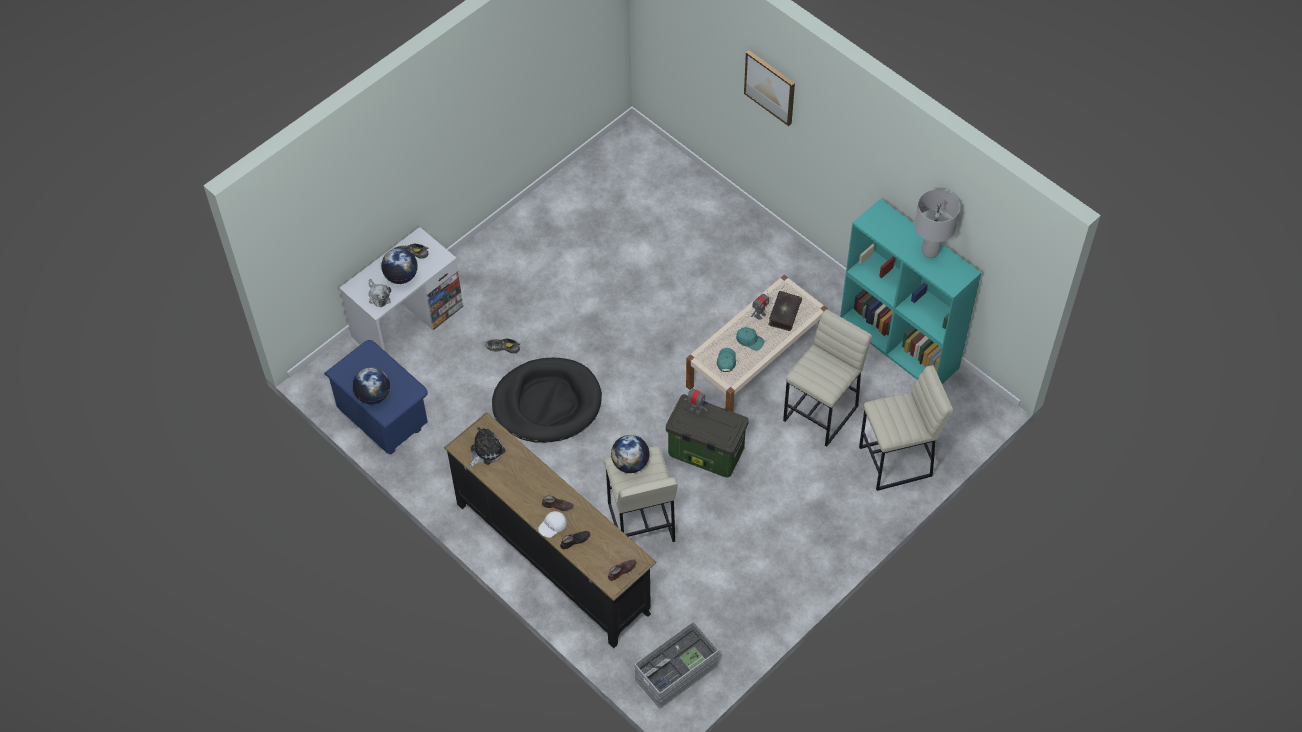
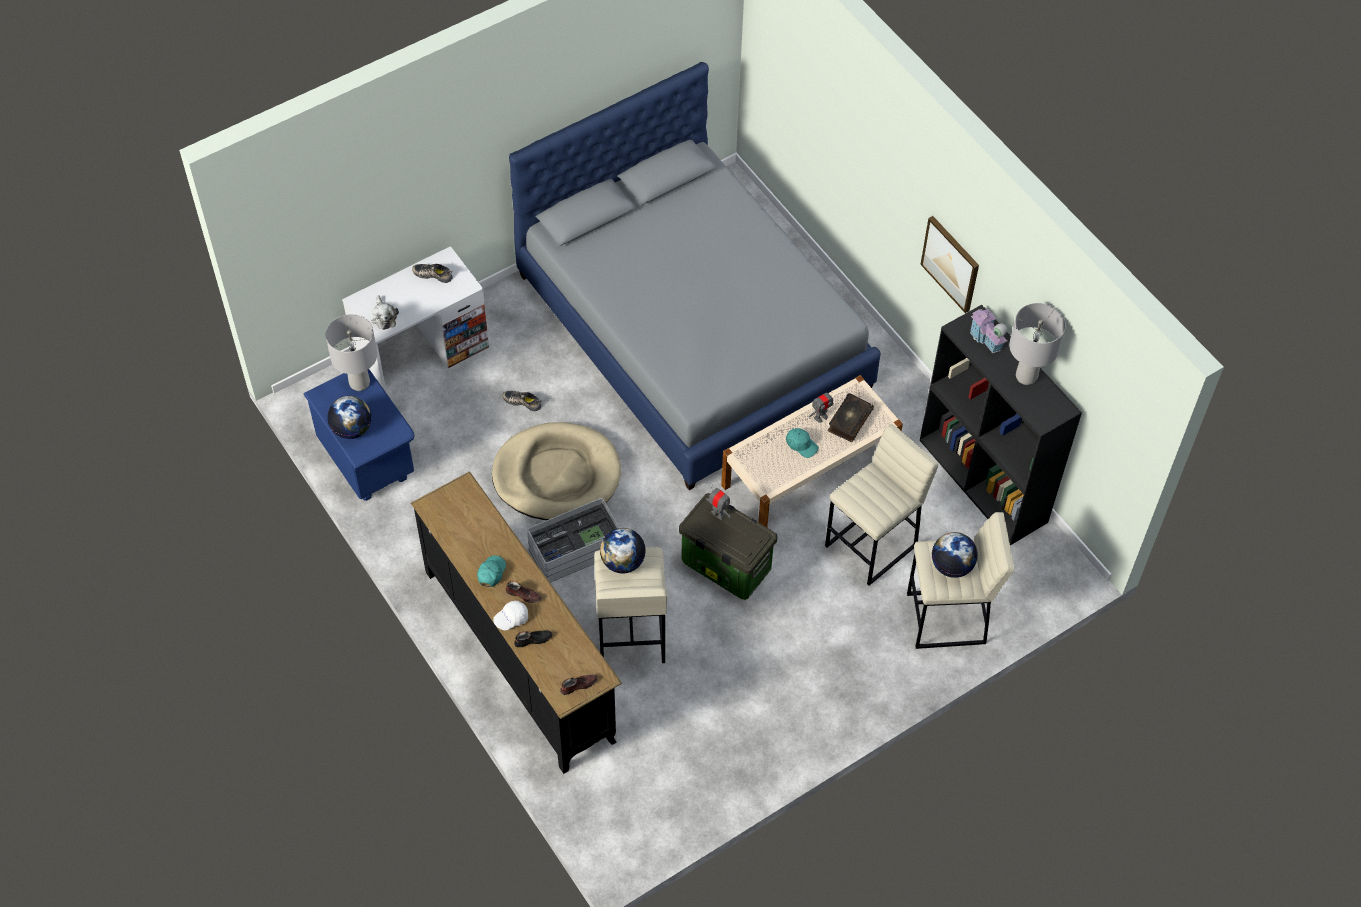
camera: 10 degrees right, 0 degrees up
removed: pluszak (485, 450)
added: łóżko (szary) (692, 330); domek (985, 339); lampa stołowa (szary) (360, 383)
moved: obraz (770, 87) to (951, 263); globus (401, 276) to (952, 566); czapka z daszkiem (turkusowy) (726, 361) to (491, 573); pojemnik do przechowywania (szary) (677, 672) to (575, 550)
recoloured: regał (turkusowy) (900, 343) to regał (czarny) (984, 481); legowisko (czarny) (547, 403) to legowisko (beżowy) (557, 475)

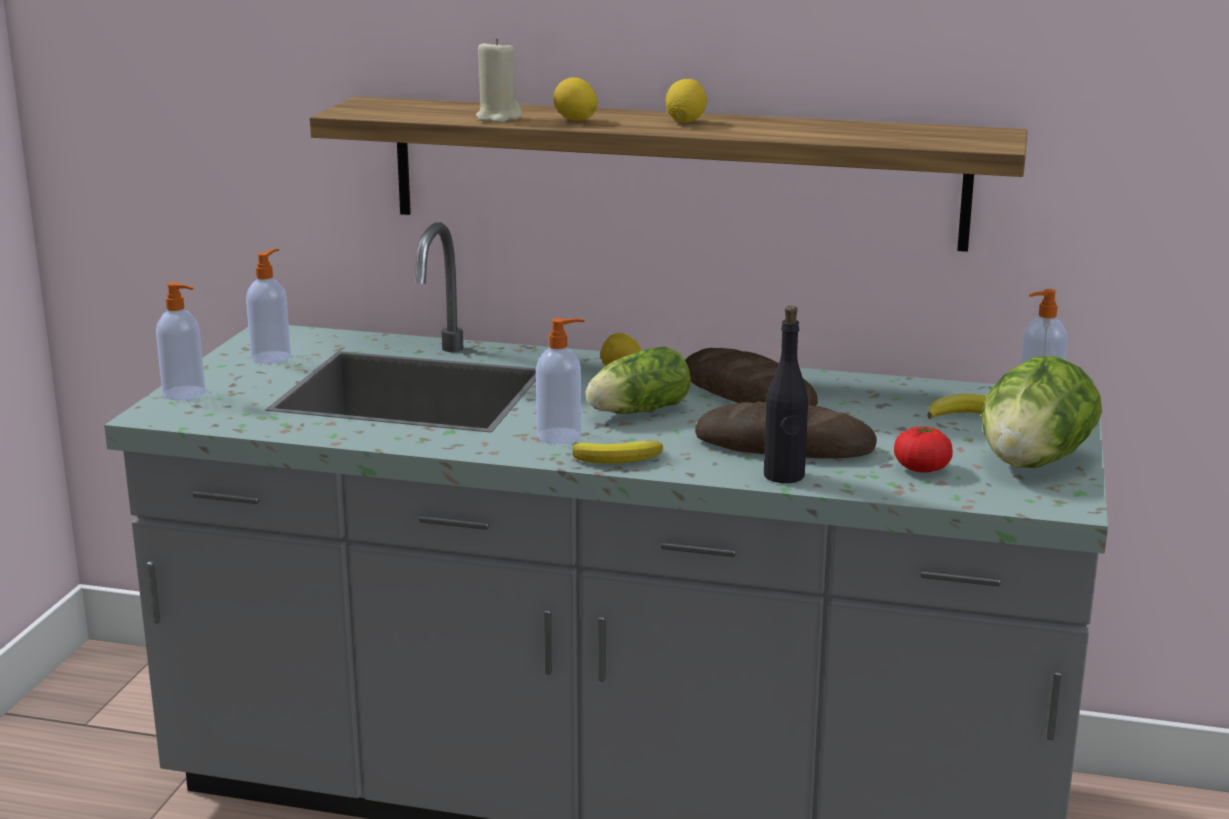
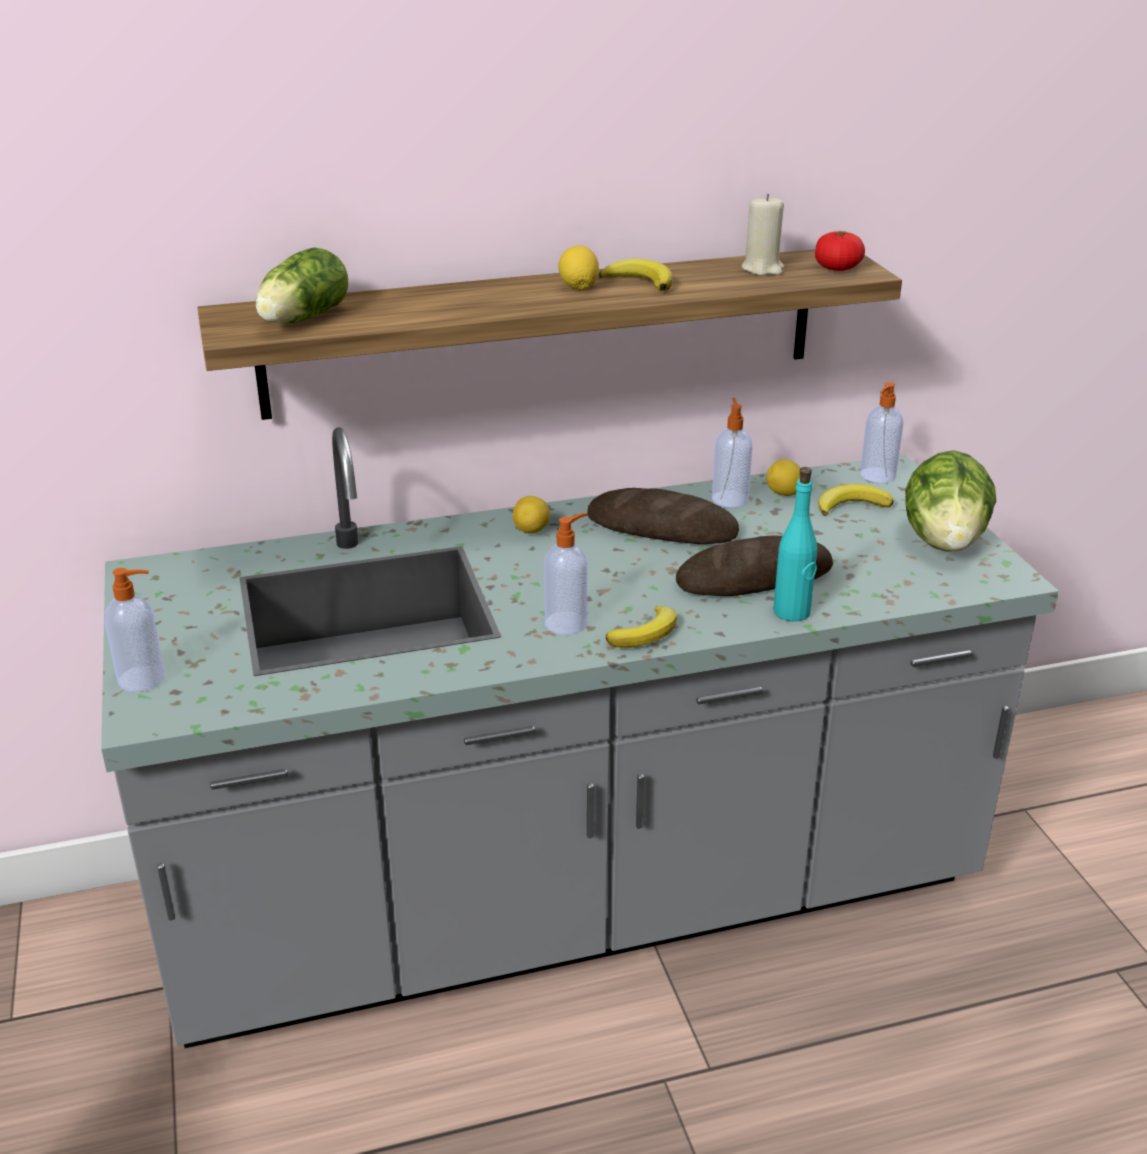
camera: 30 degrees left, 10 degrees up
added: banan (640, 281)
moved: świeca (beżowy) (498, 118) to (762, 269); cytryna (575, 120) to (784, 494); dozownik mydła (272, 357) to (729, 498); sałata (635, 411) to (300, 319); pomidor (921, 469) to (837, 268)
recoloured: butelka (czarny) (784, 476) to butelka (turkusowy) (792, 612)

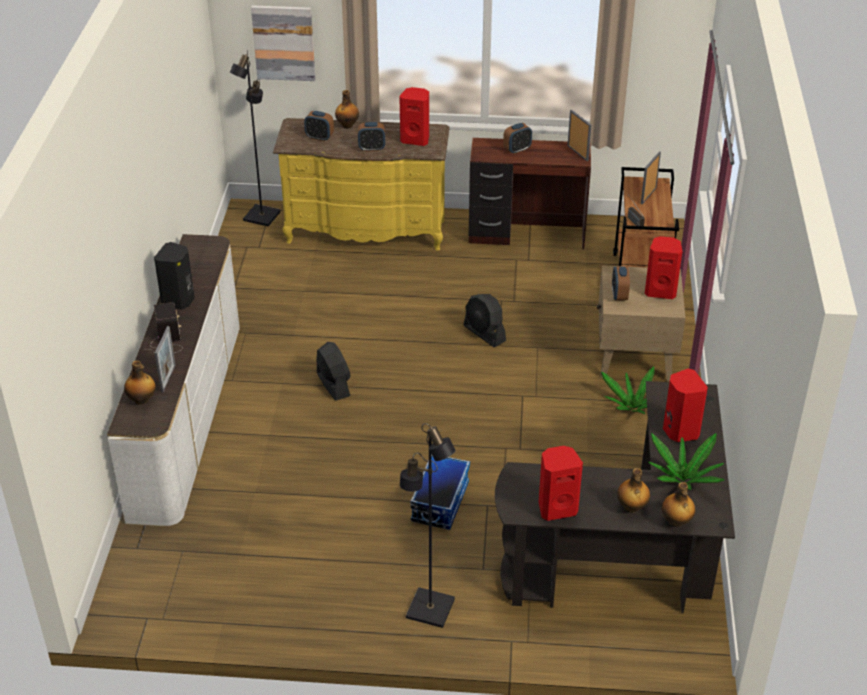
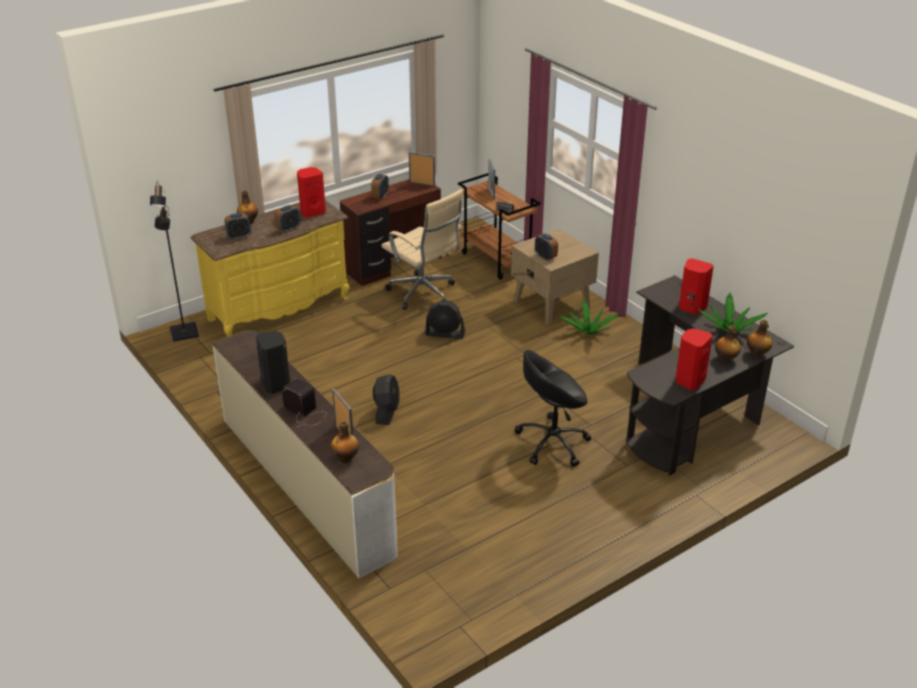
camera: 40 degrees left, 5 degrees down
removed: obraz (284, 42); głośnik (czerwony) (660, 291); lampa stojąca (czarny) (430, 608)
added: krzesło biurowe (beżowy) (424, 294)
replaced: pojemnik do przechowywania (439, 502) to krzesło biurowe (czarny) (550, 443)
turned: wentylator (czarny) (333, 384) = (386, 411) 75 degrees clockwise

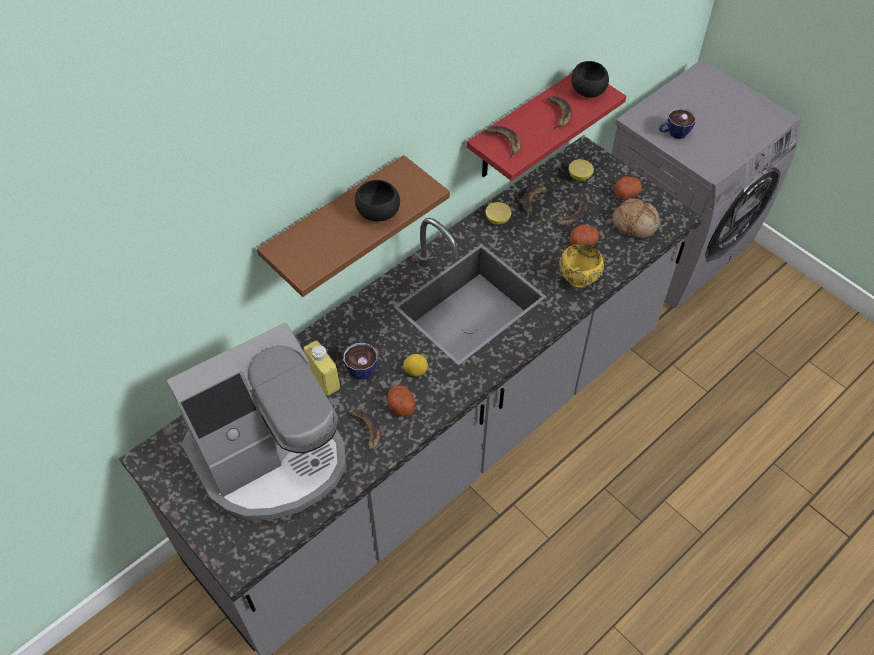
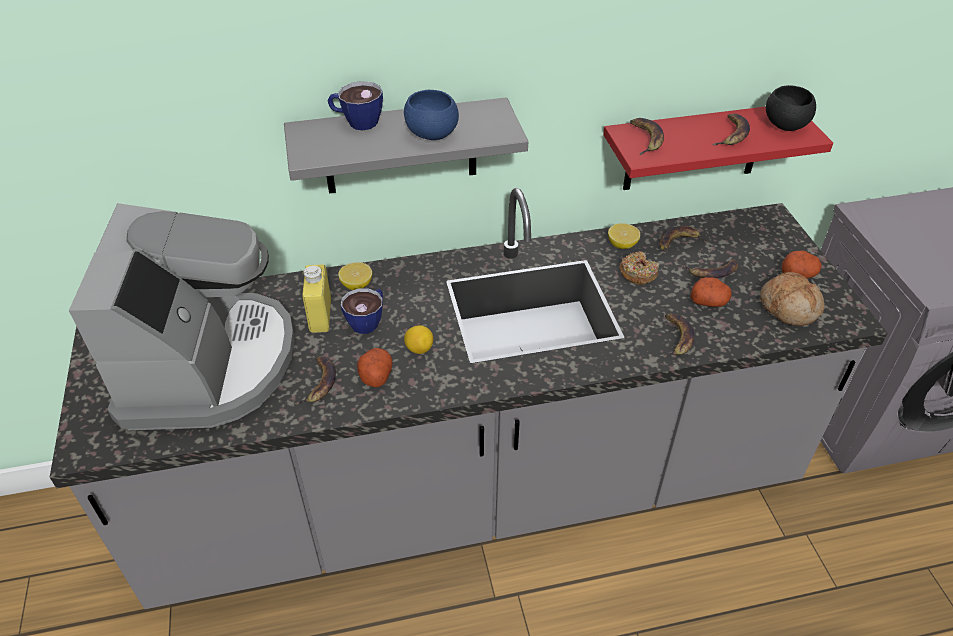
camera: 30 degrees right, 10 degrees down
added: donut (638, 273)
moved: filiżanka (673, 133) to (356, 122); cytryna (579, 176) to (357, 285)
replaced: miska (żółty) (578, 281) to banan (675, 337)
recoloured: półka (brązowy) (336, 224) to półka (szary) (400, 147); miska (czarny) (378, 213) to miska (niebieski) (432, 134)
turned: ekspres do kawy (272, 457) = (208, 364) 90 degrees counterclockwise

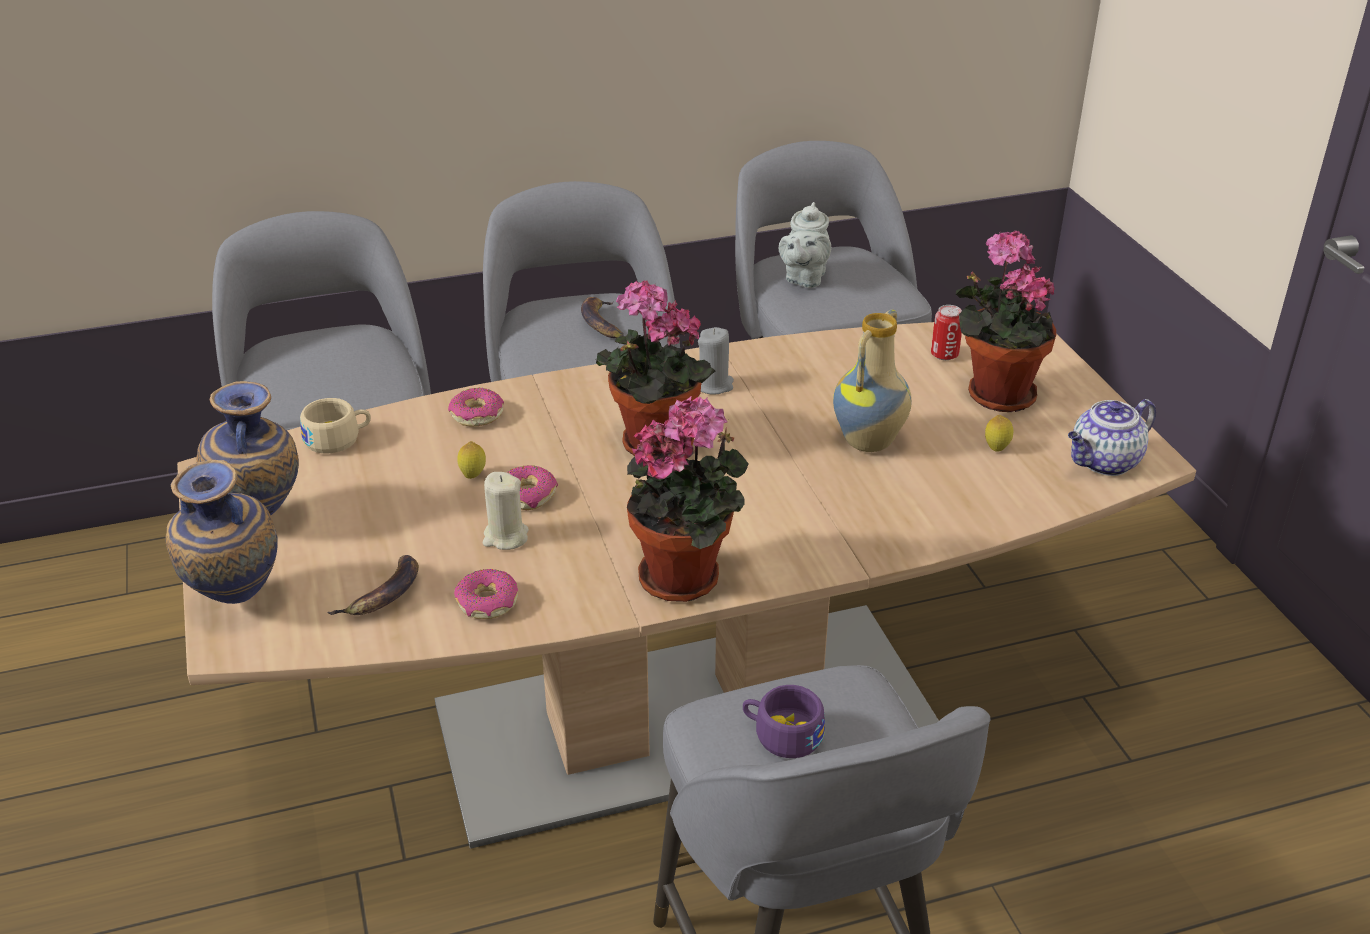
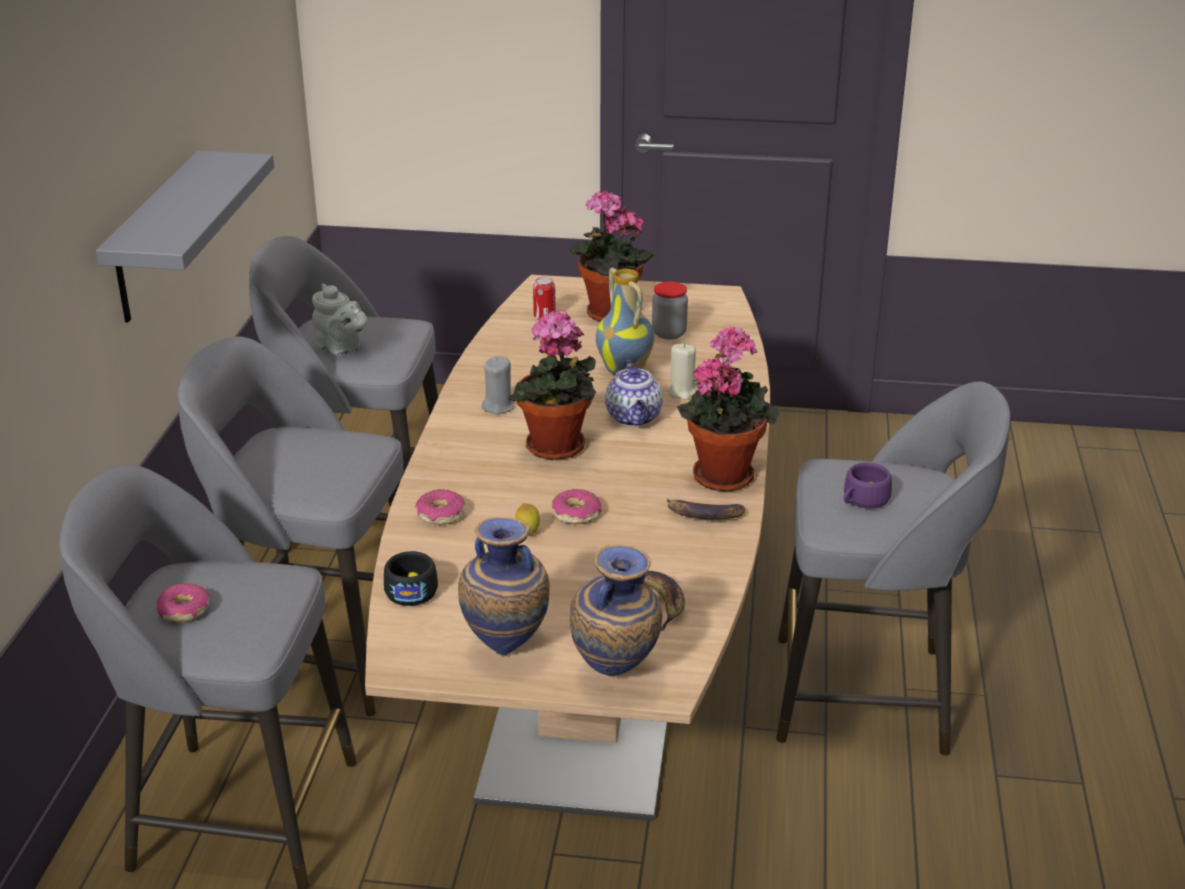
camera: 65 degrees left, 5 degrees down
added: półka (szary) (156, 238)
moved: banan (602, 323) to (703, 515); imbryk (1104, 463) to (634, 418); świeca (beżowy) (505, 537) to (682, 392); donut (487, 603) to (184, 610)
replaced: cytryna (996, 448) to słoik (669, 333)
recoloured: filiżanka (beżowy) (338, 439) to filiżanka (czarny) (412, 589)

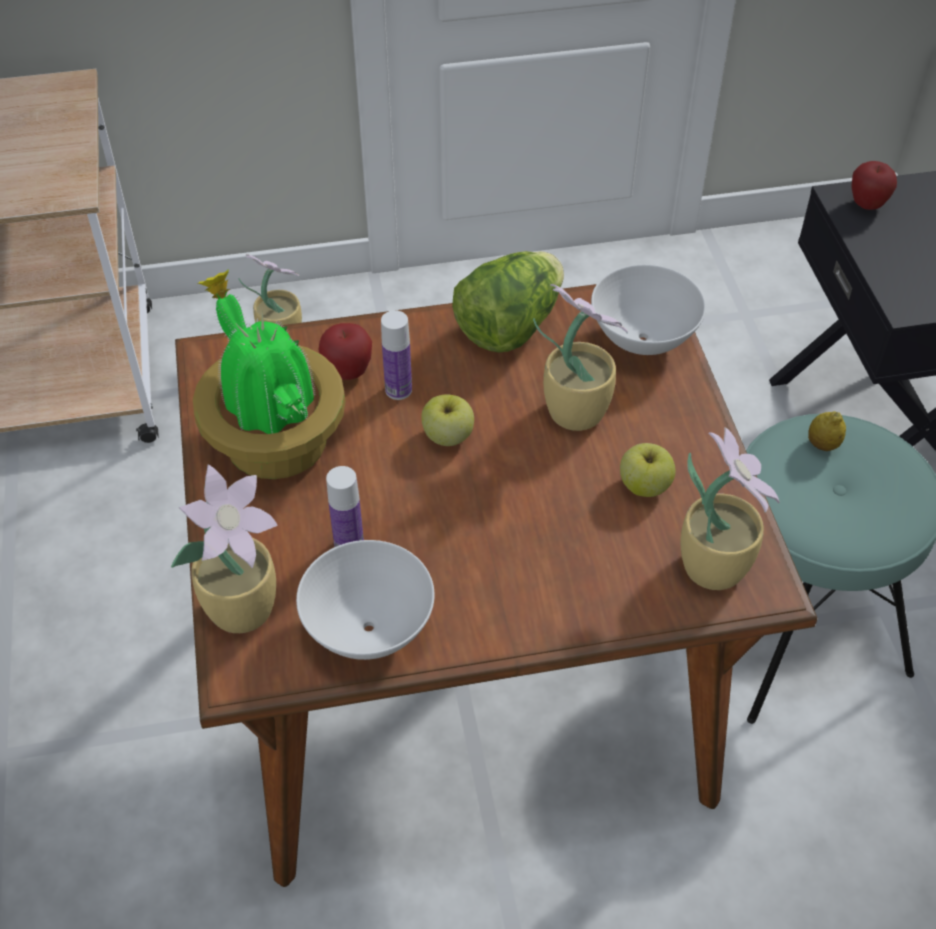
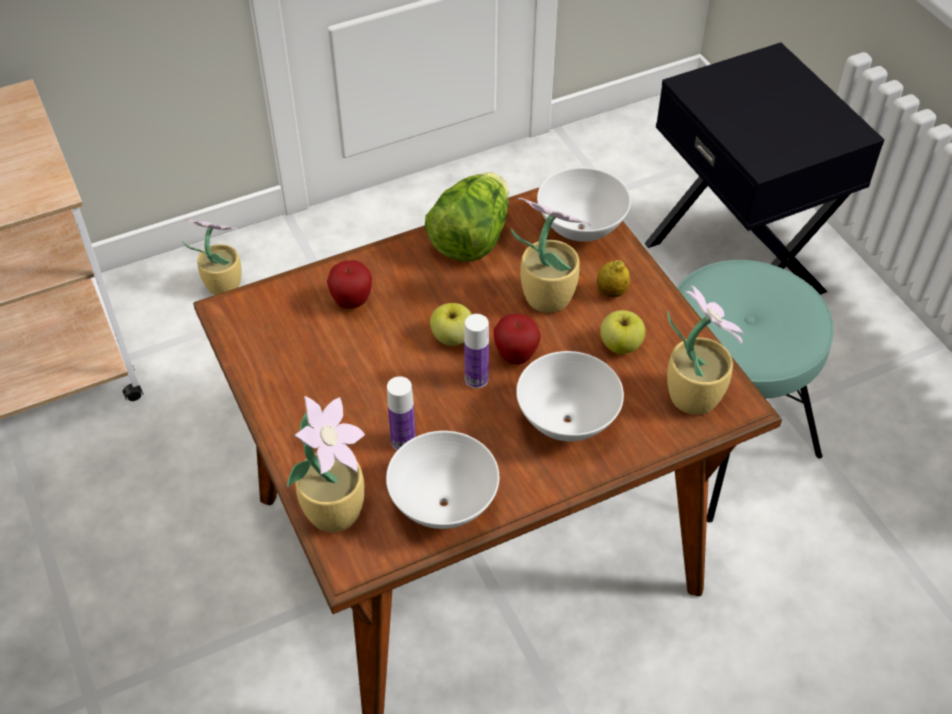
camera: 15 degrees left, 0 degrees up
removed: roślina doniczkowa (273, 440)
added: miska (biały) (567, 422)
moved: jabłko (867, 205) to (516, 356); butelka (398, 390) to (476, 379); cytryna (822, 445) to (611, 292)

